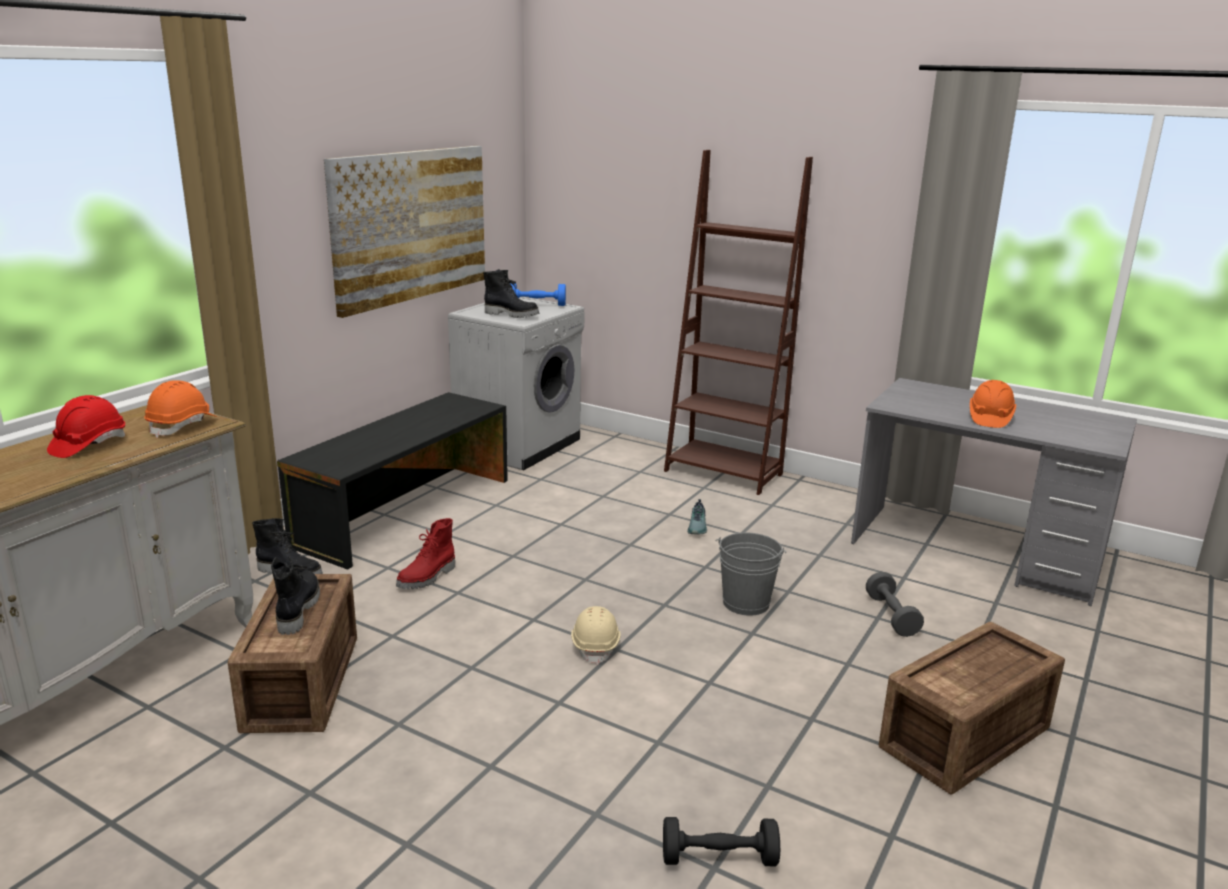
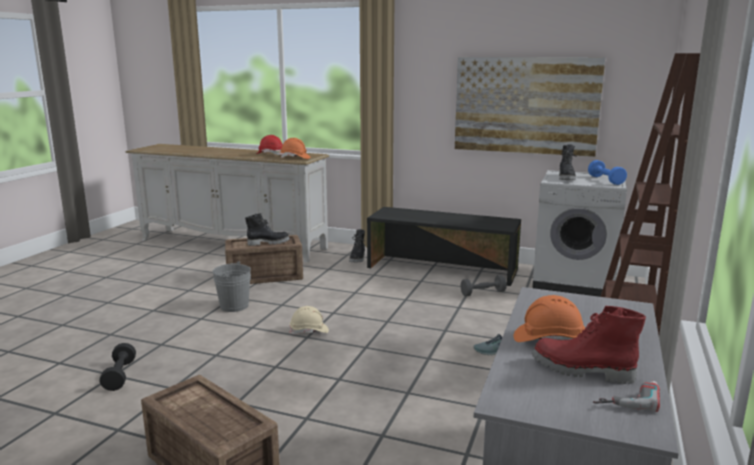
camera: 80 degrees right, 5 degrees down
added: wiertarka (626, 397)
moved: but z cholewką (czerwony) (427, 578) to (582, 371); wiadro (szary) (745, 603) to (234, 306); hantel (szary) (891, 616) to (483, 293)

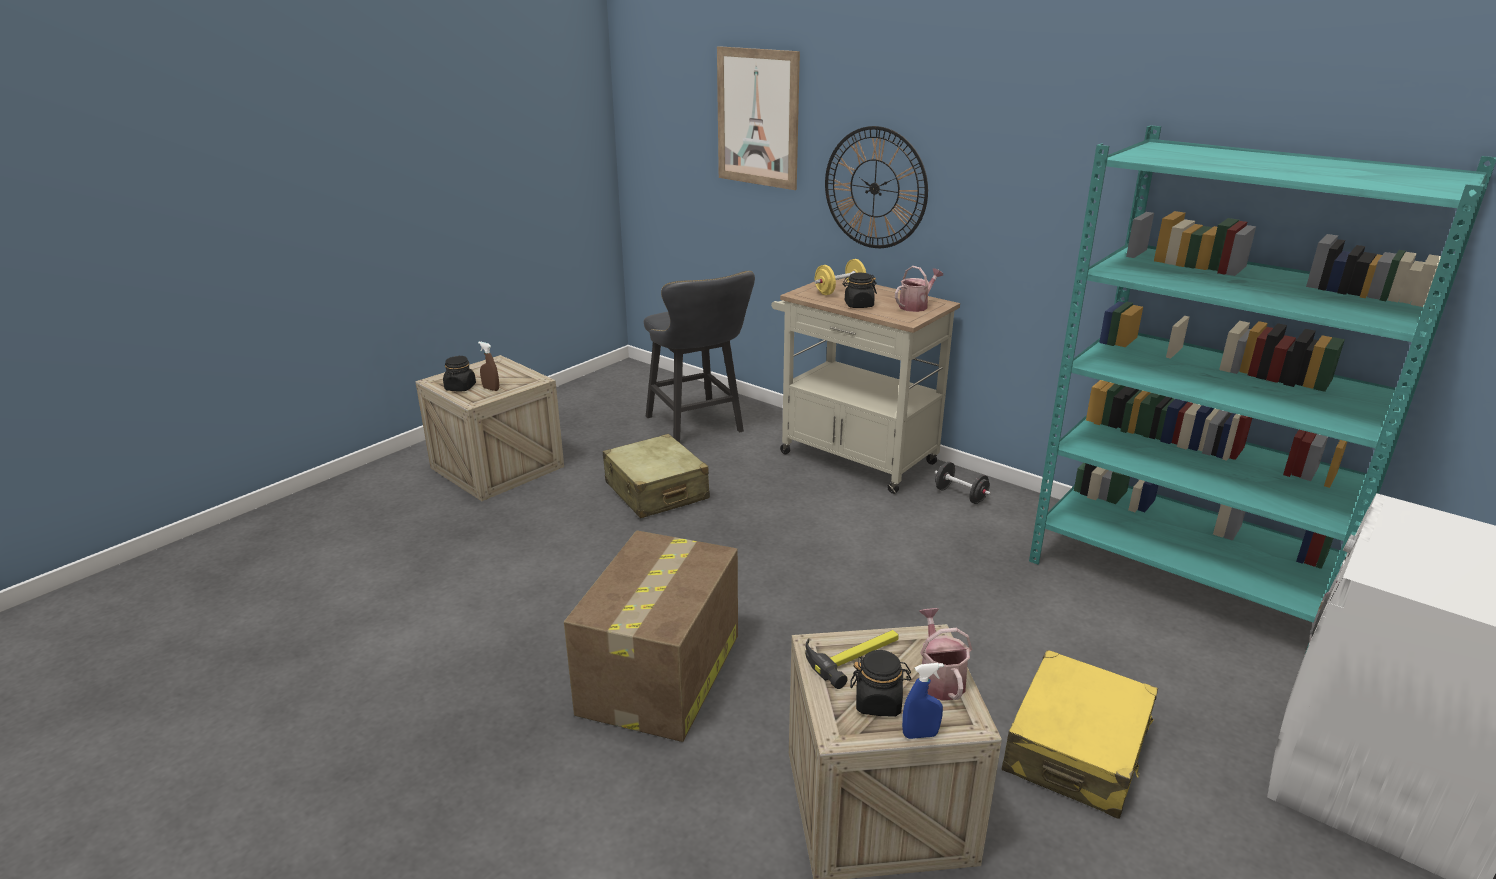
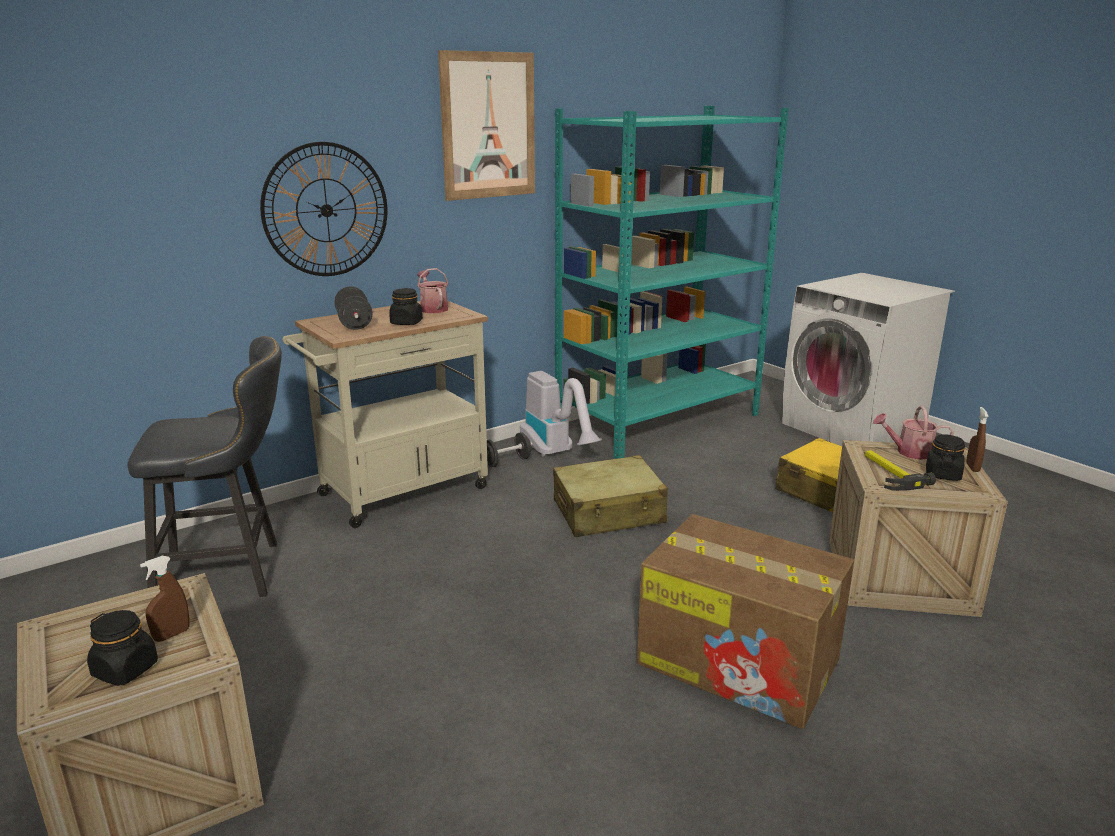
camera: 75 degrees left, 5 degrees down
added: odkurzacz (557, 453)
moved: obraz (757, 118) to (488, 126); walizka (beżowy) (656, 491) to (609, 512)
recoloured: hantel (żółty) (839, 291) to hantel (czarny) (354, 323); spryskiwacz (niebieski) (920, 734) to spryskiwacz (brązowy) (972, 467)

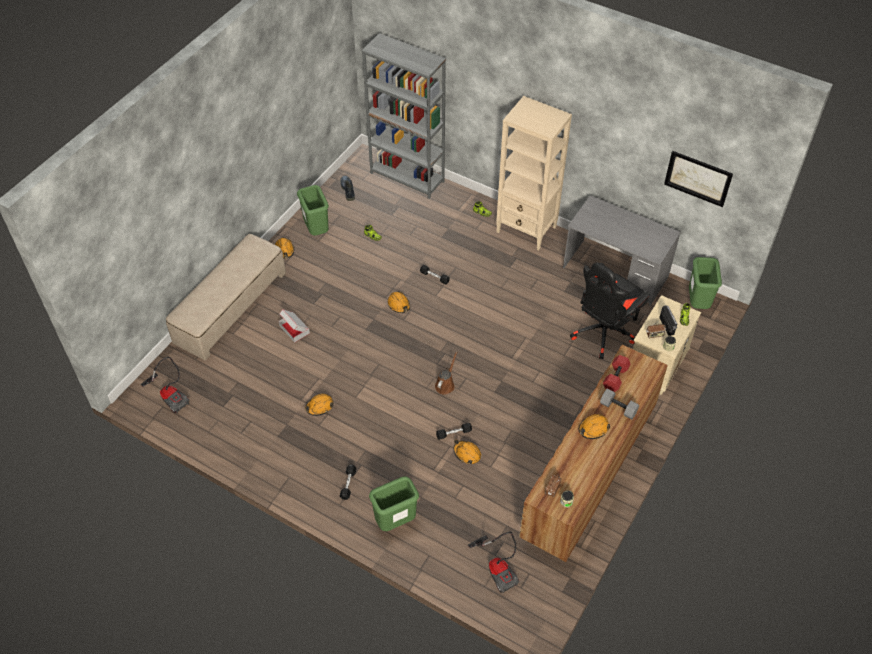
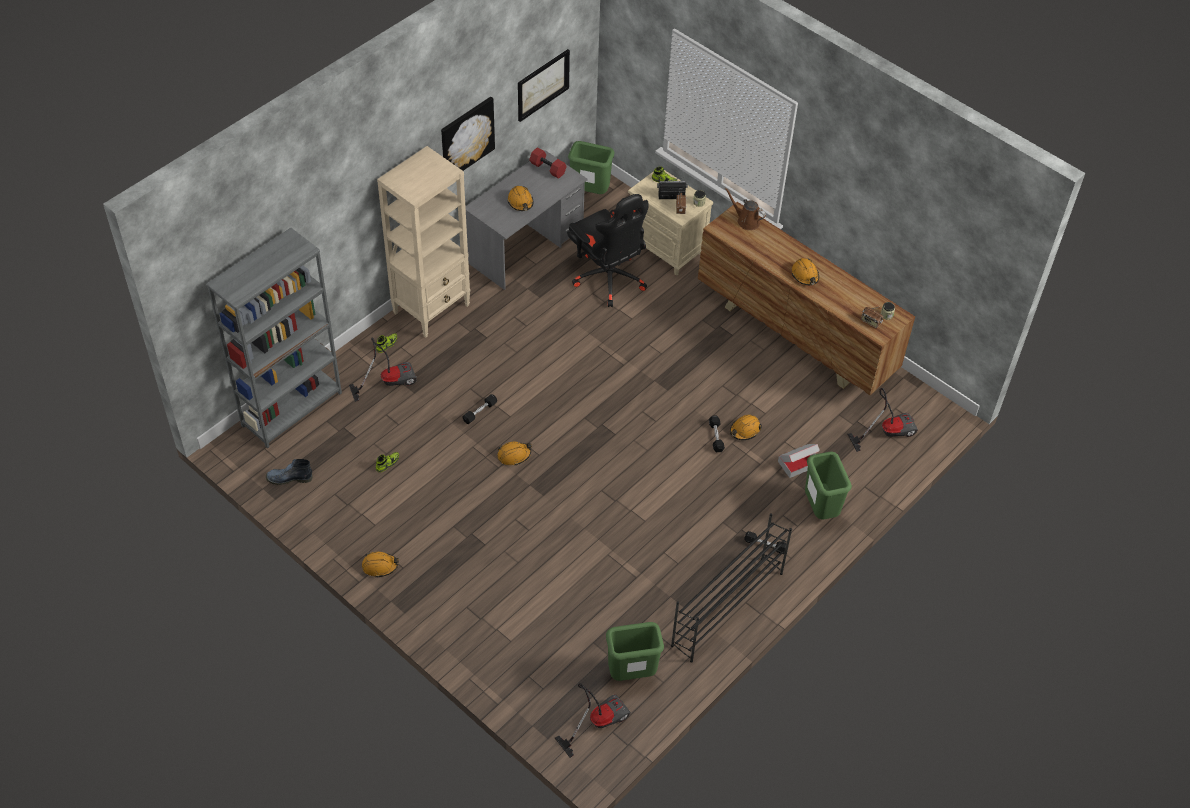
camera: 80 degrees left, 0 degrees up
removed: ławka (beżowy) (230, 306); hantel (szary) (617, 408)
added: obraz (467, 138); odkurzacz (388, 381); regał na buty (czarny) (726, 609)
moved: kosz na śmieci (zielony) (317, 231) to (632, 673); karton (294, 329) to (798, 463); konewka (brązowy) (445, 384) to (746, 221); hantel (czerwony) (615, 377) to (547, 168); kask (pomarańczowy) (319, 406) to (520, 202)

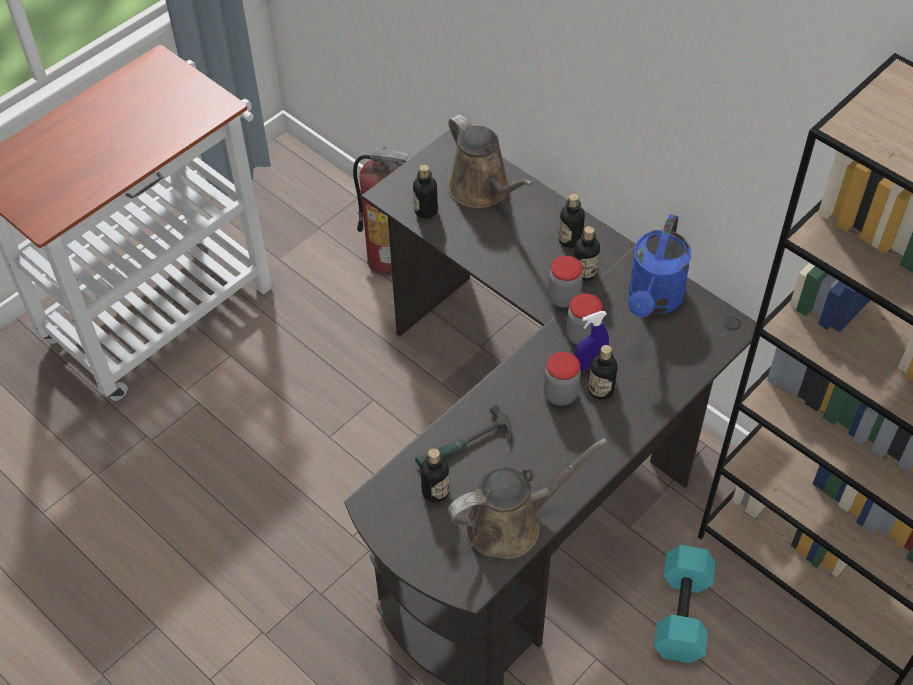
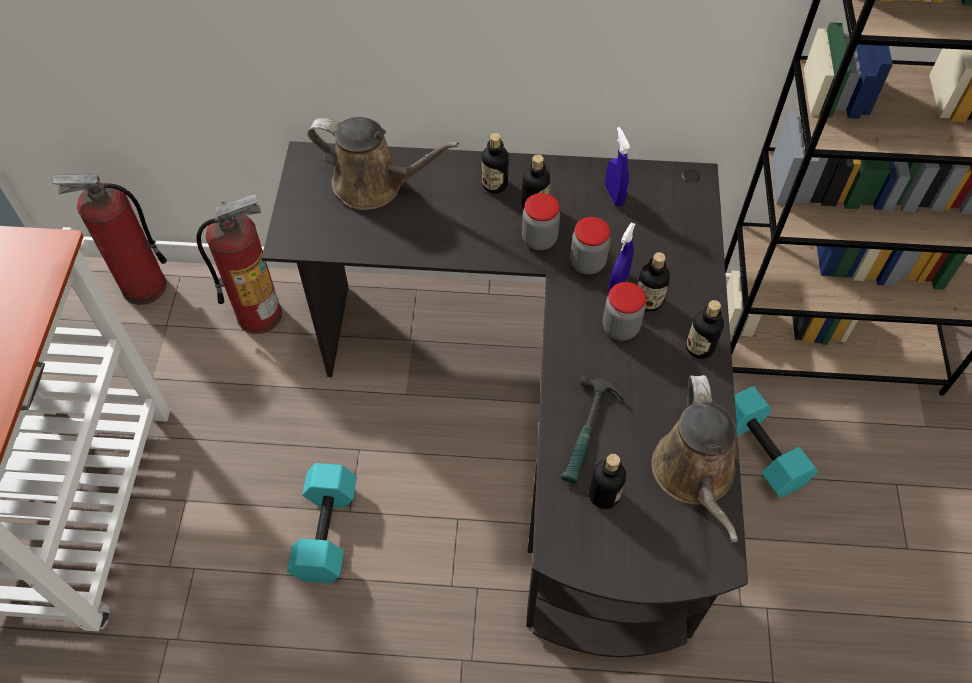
camera: 40 degrees left, 5 degrees up
added: gaśnica (143, 287); hantel (turkusowy) (324, 530)
moved: butelka (426, 211) to (700, 347)
replaced: konewka (niebieski) (653, 301) to spryskiwacz (niebieski) (614, 195)
turned: konewka (brązowy) (510, 523) = (694, 475) 150 degrees clockwise

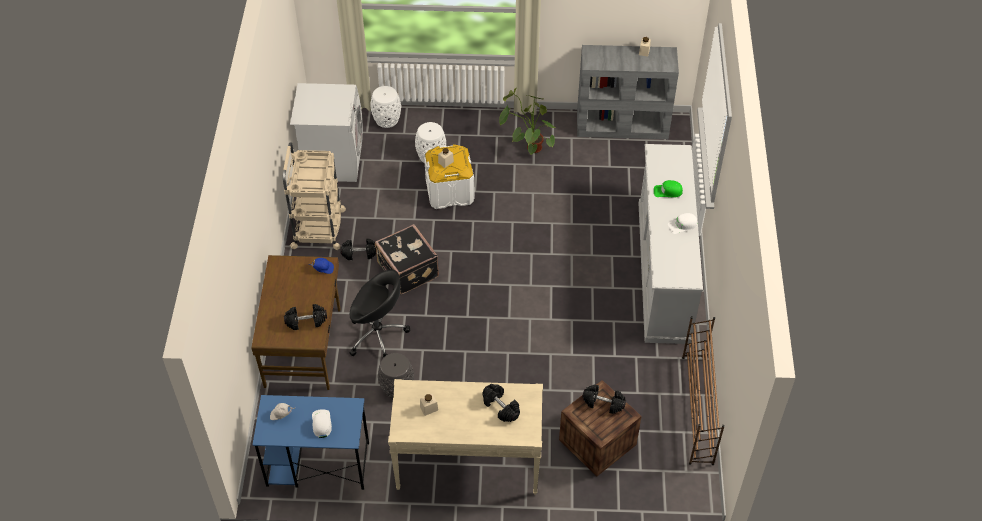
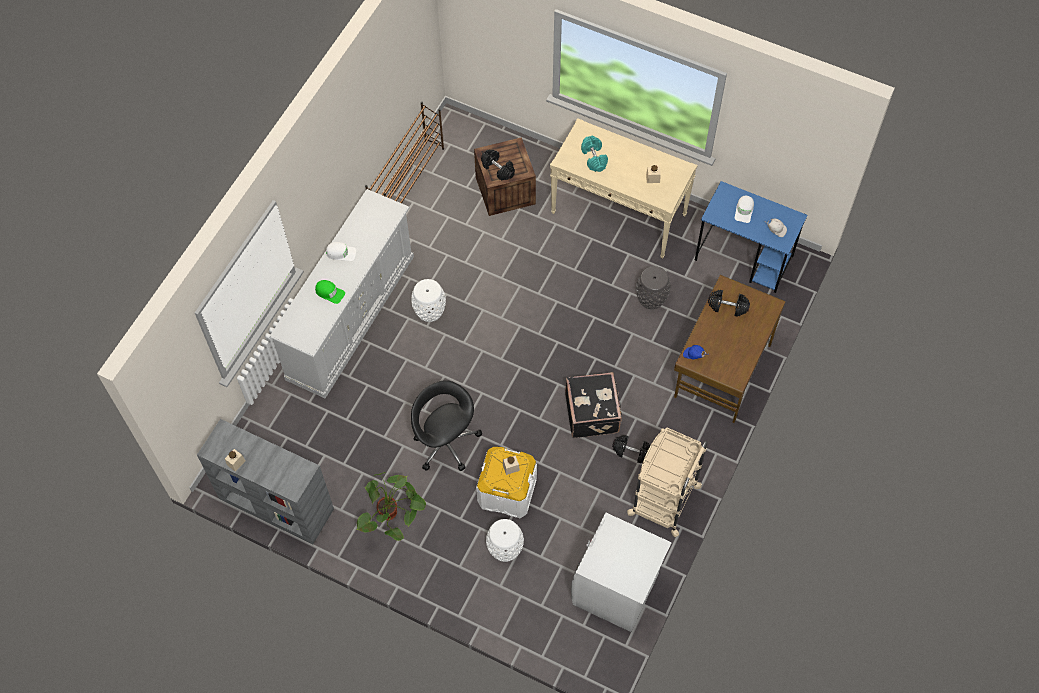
camera: 155 degrees left, 10 degrees up
moved: stołek (biały) (387, 120) to (429, 311); krzesło biurowe (czarny) (379, 335) to (446, 443)
recoloured: hantel (czarny) (500, 407) to hantel (turkusowy) (594, 158)

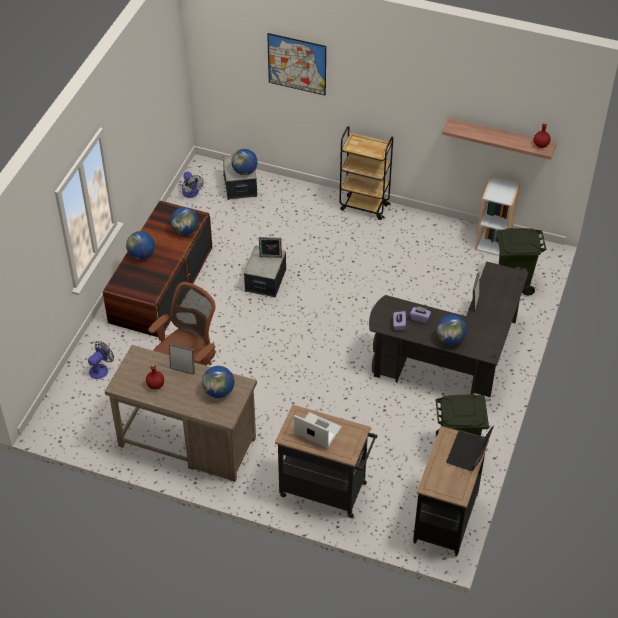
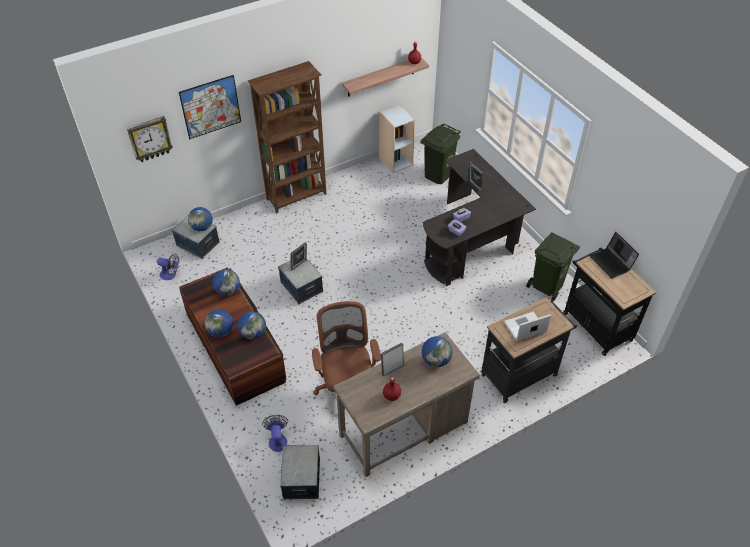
camera: 50 degrees left, 0 degrees up
added: zegar ścienny (150, 139); pojemnik do przechowywania (301, 479)
moved: globus (450, 339) to (253, 333)
replaced: wózek (brązowy) (365, 207) to regał (brązowy) (297, 197)

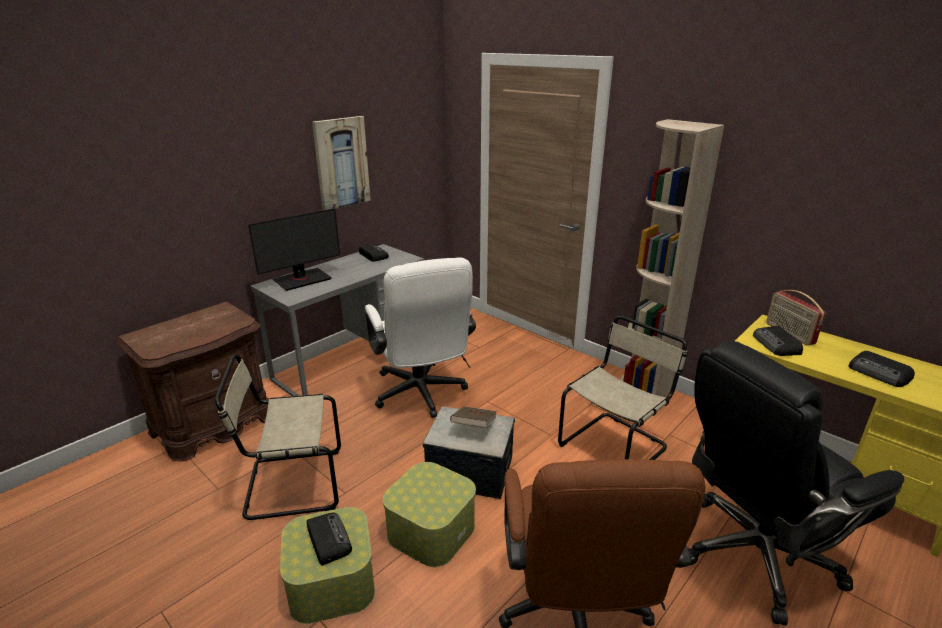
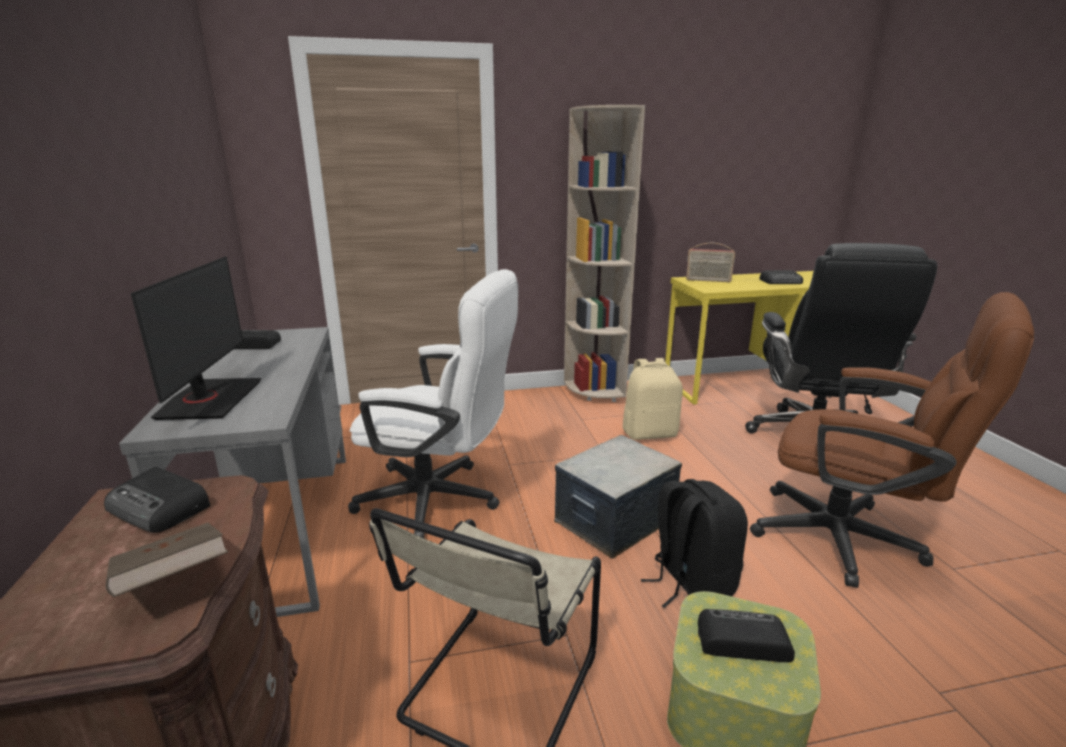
camera: 55 degrees left, 5 degrees down
removed: obraz (341, 163)
moved: radio (776, 345) to (160, 508); książka (brązowy) (474, 426) to (172, 582)
replaced: krzesło (beżowy) (615, 445) to plecak (beżowy) (650, 433); pojemnik do przechowywania (431, 530) to plecak (czarny) (690, 583)

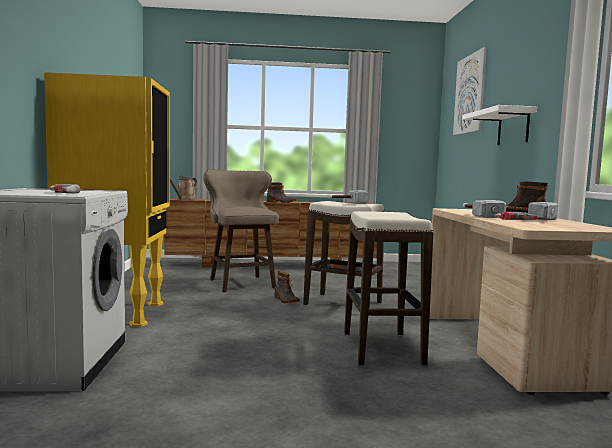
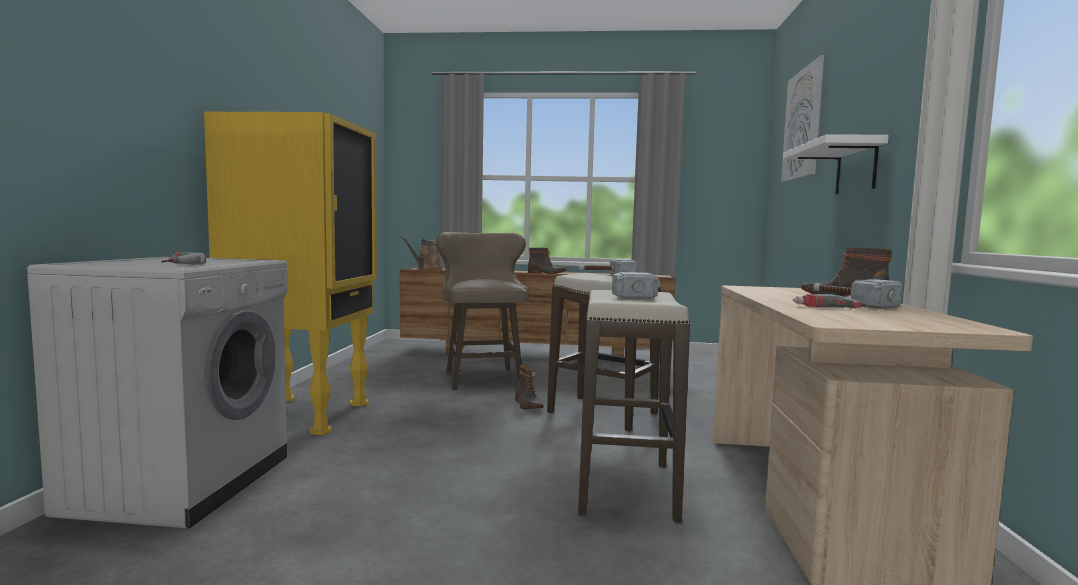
camera: 10 degrees right, 0 degrees up
moved: młotek (478, 215) to (628, 294)

